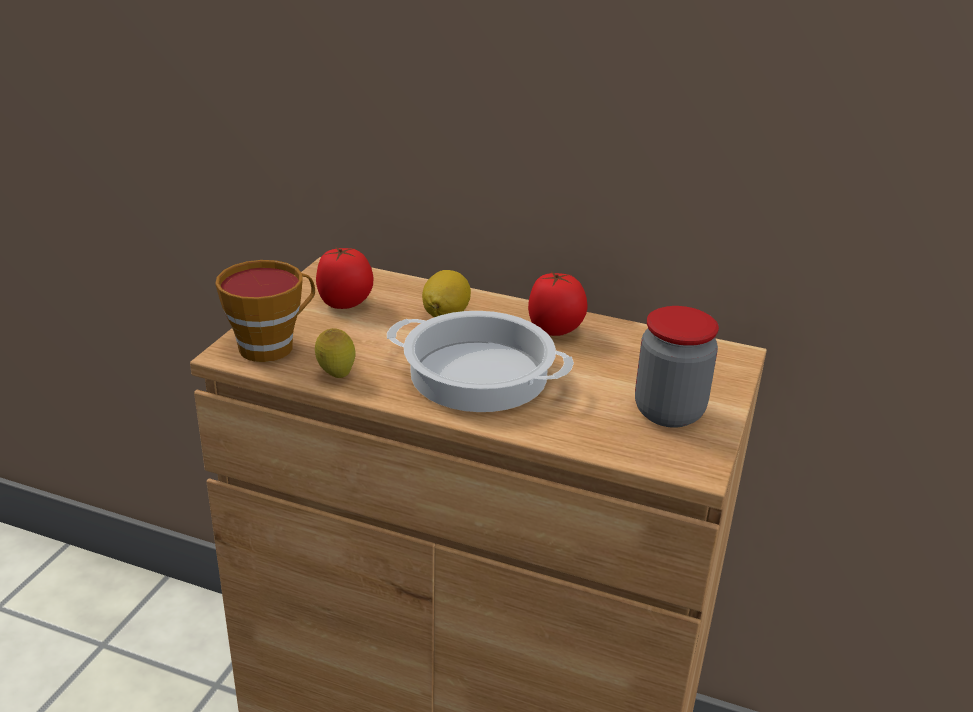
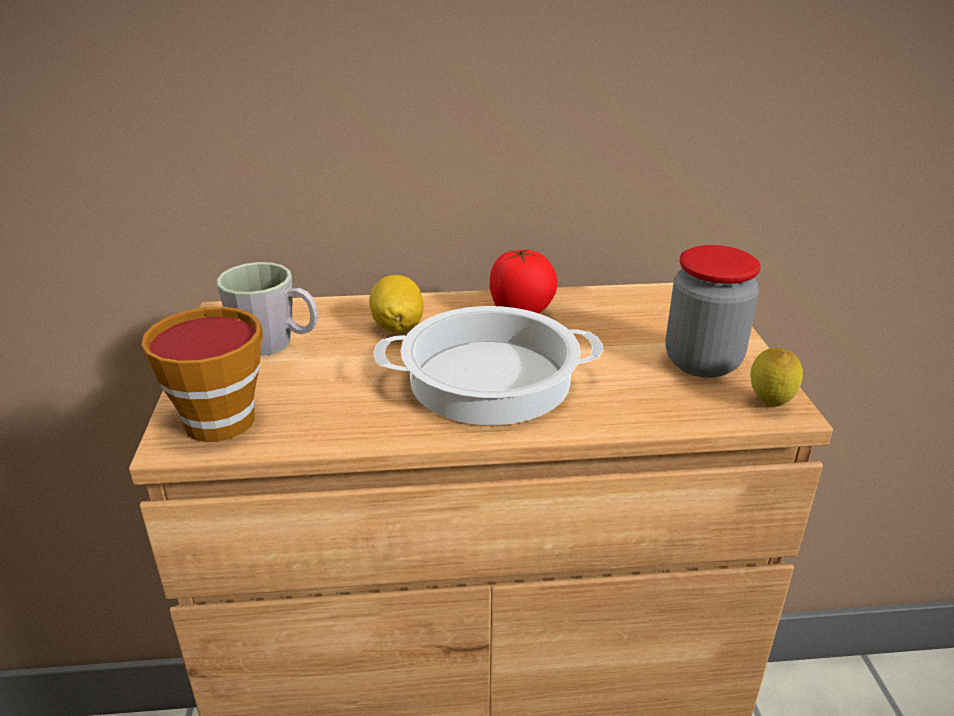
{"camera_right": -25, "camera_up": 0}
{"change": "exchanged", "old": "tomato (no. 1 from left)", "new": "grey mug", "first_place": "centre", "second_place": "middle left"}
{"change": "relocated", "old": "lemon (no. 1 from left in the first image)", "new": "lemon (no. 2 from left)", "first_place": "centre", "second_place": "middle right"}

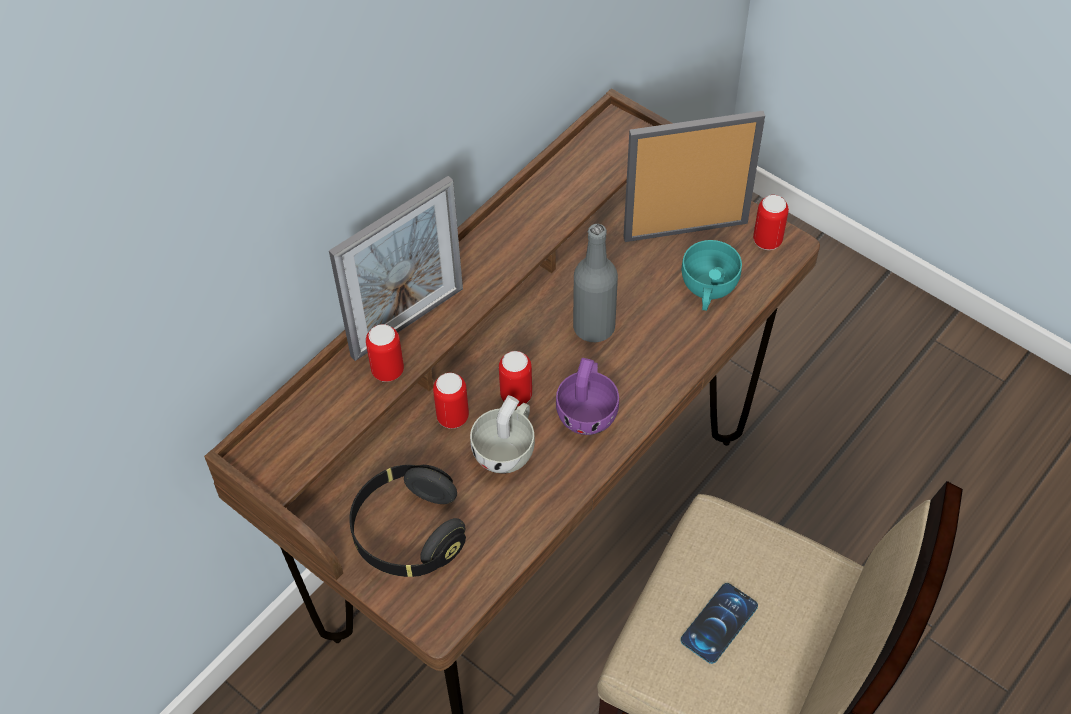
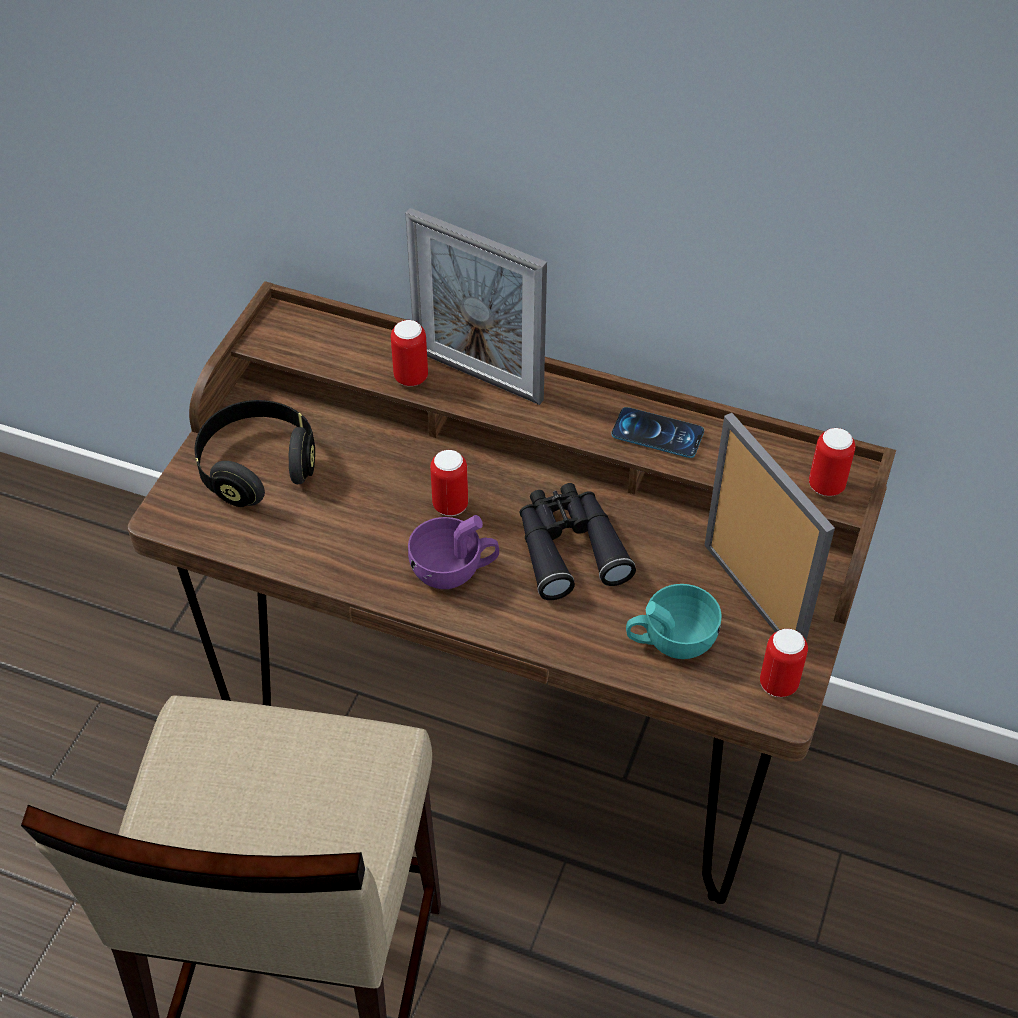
{"camera_right": 70, "camera_up": -5}
{"change": "exchanged", "old": "grey bottle", "new": "black binoculars", "first_place": "centre", "second_place": "centre"}
{"change": "relocated", "old": "phone", "first_place": "bottom right", "second_place": "centre"}
{"change": "relocated", "old": "can (no. 2 from left in the first image)", "new": "can (no. 4 from left)", "first_place": "centre", "second_place": "middle right"}
{"change": "missing", "old": "white cup", "first_place": "centre"}

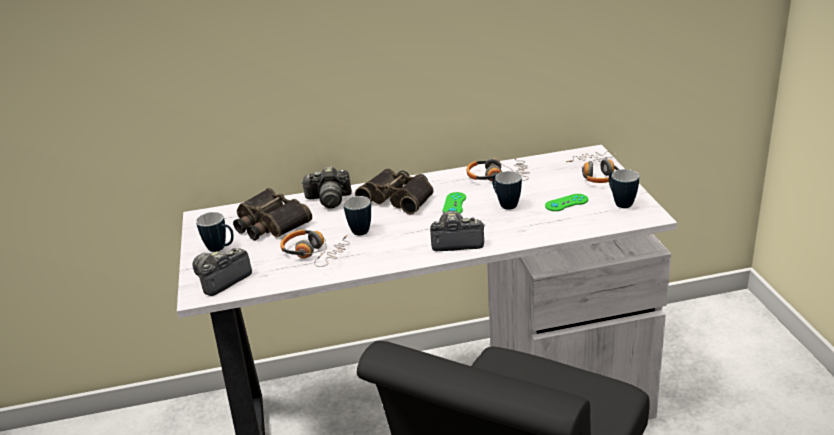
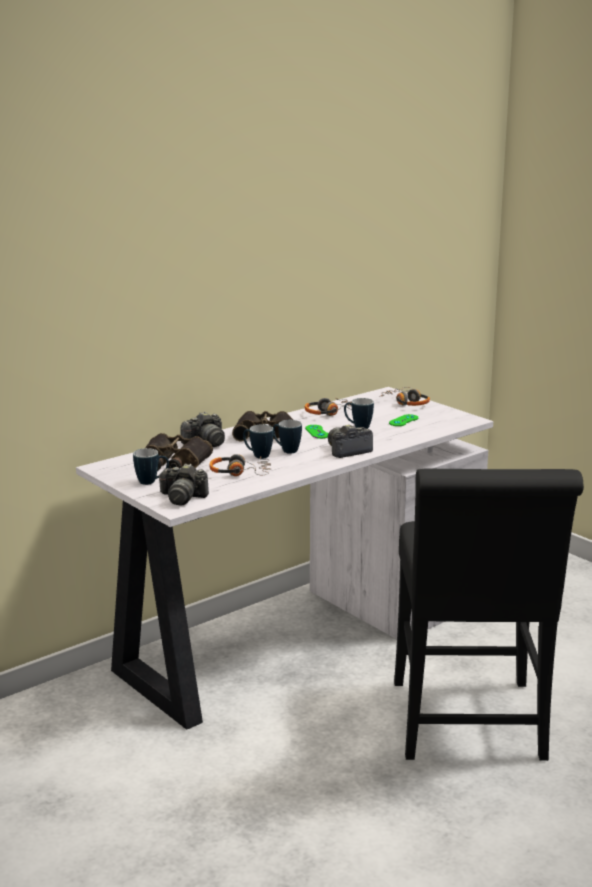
{"camera_right": -30, "camera_up": -10}
{"change": "spun", "old": "photo camera (no. 1 from left)", "first_place": "middle left", "second_place": "middle left", "degrees": -90}
{"change": "relocated", "old": "mug (no. 4 from left in the first image)", "new": "mug (no. 3 from left)", "first_place": "middle right", "second_place": "centre"}

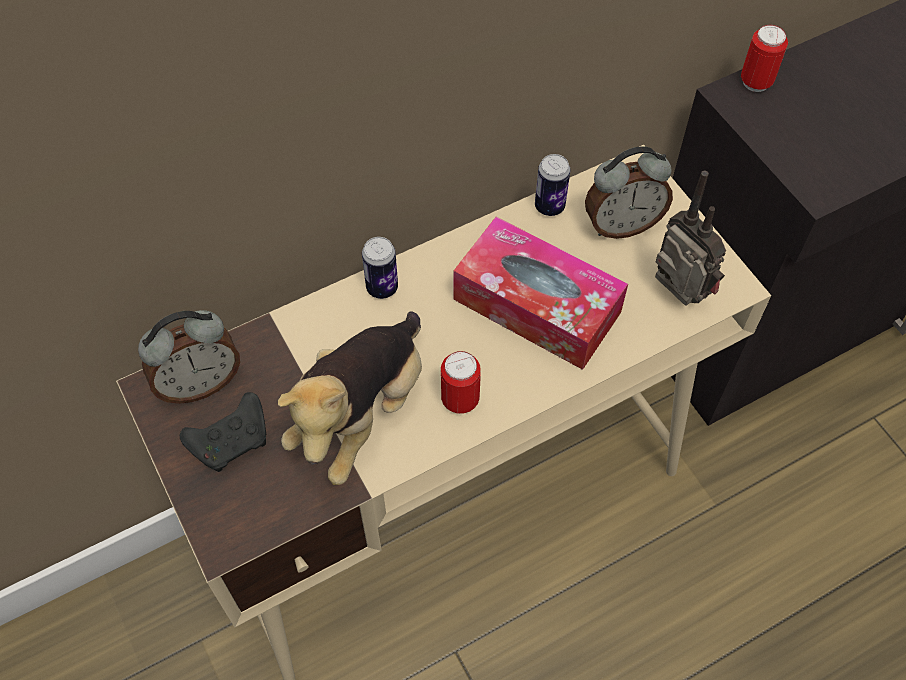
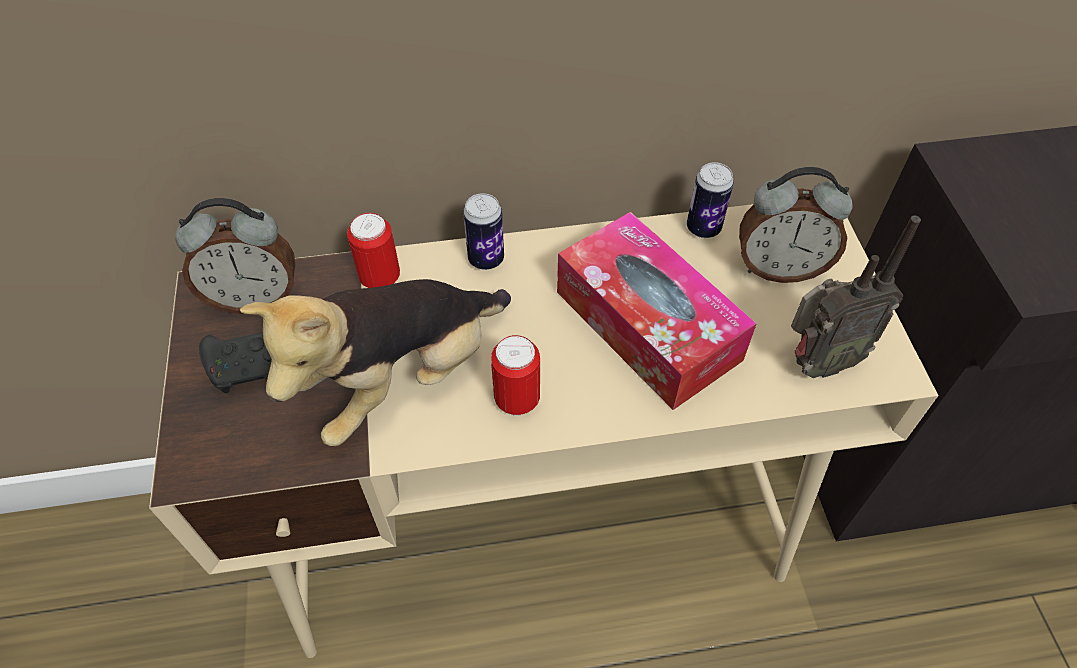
{"camera_right": 20, "camera_up": -5}
{"change": "relocated", "old": "can (no. 4 from left in the first image)", "new": "can (no. 1 from left)", "first_place": "top right", "second_place": "centre"}
{"change": "spun", "old": "radio", "first_place": "middle right", "second_place": "middle right", "degrees": 90}

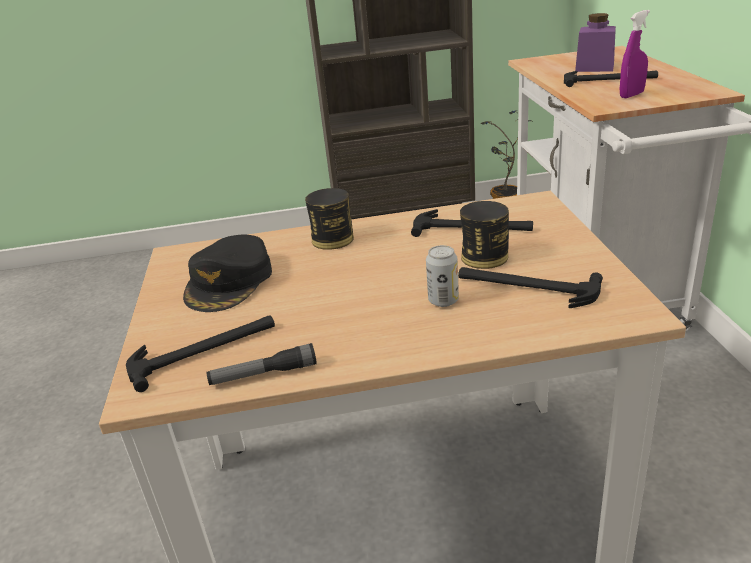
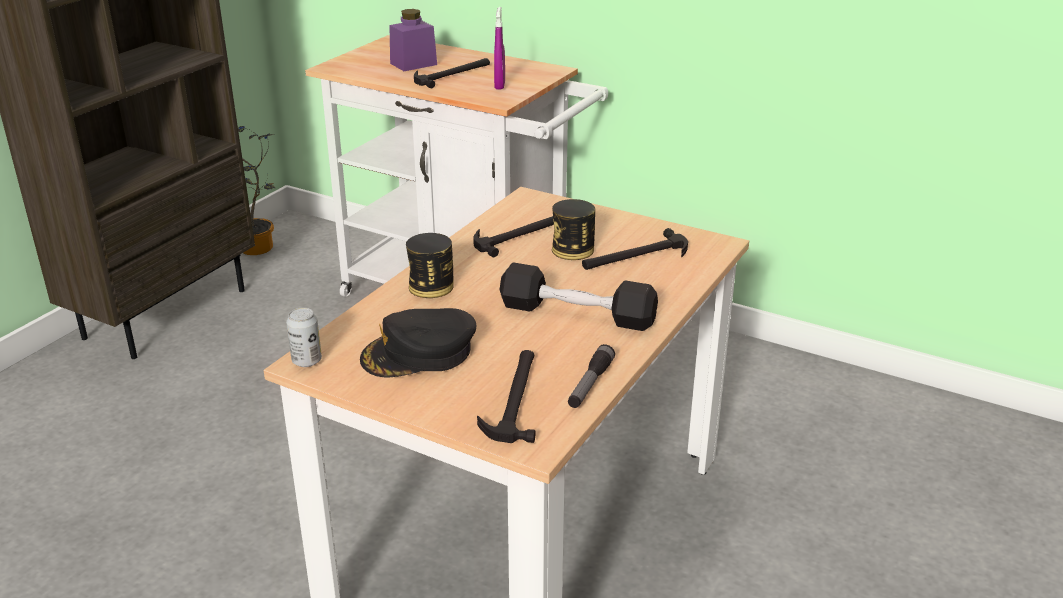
{"camera_right": -55, "camera_up": 0}
{"change": "relocated", "old": "can (no. 2 from left in the first image)", "new": "can (no. 1 from left)", "first_place": "centre", "second_place": "middle left"}
{"change": "spun", "old": "black cap", "first_place": "middle left", "second_place": "centre", "degrees": 105}
{"change": "appeared", "new": "black dumbbell", "second_place": "centre"}

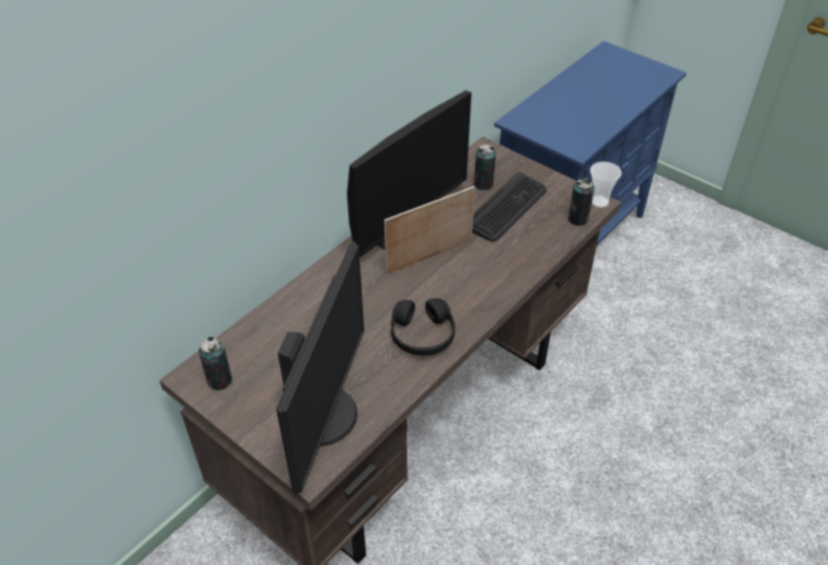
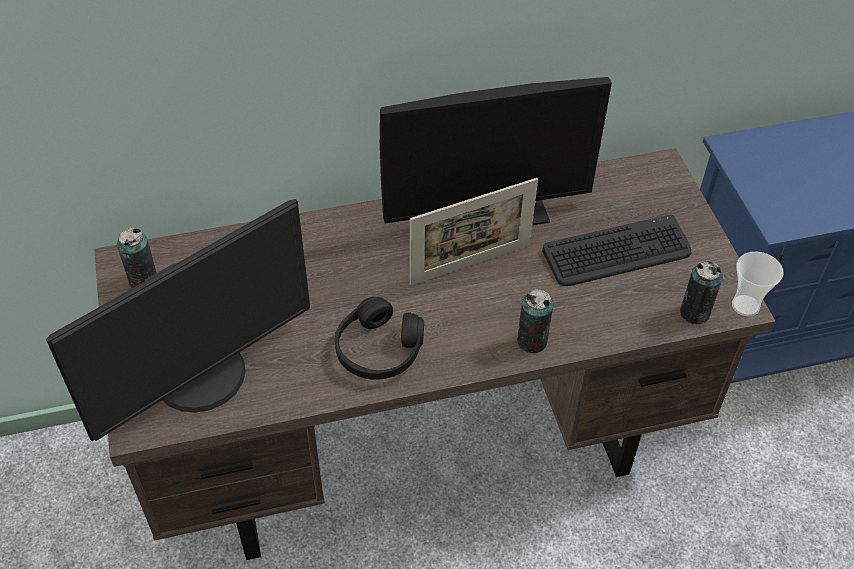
{"camera_right": 35, "camera_up": 5}
{"change": "spun", "old": "picture frame", "first_place": "centre", "second_place": "centre", "degrees": 150}
{"change": "relocated", "old": "can (no. 2 from left)", "first_place": "top centre", "second_place": "centre"}

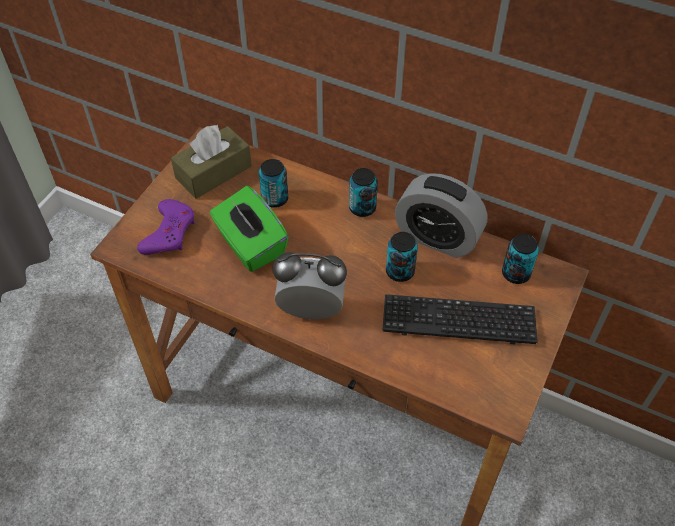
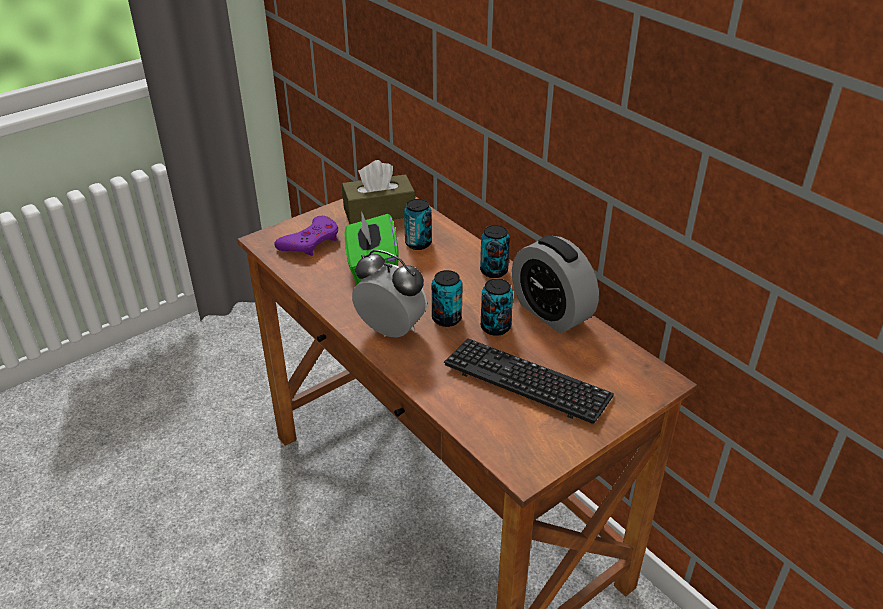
{"camera_right": 25, "camera_up": -15}
{"change": "relocated", "old": "can (no. 4 from left in the first image)", "new": "can (no. 2 from left)", "first_place": "middle right", "second_place": "centre"}

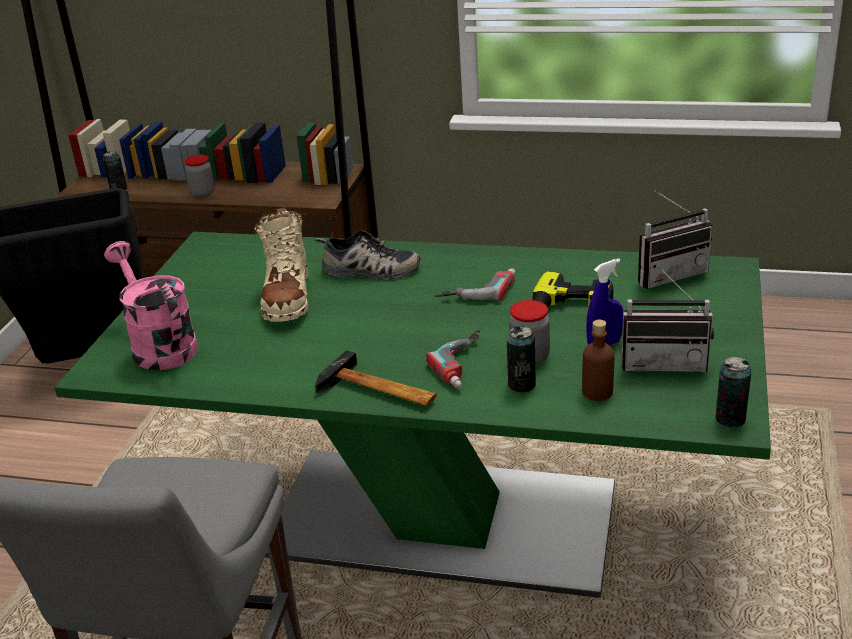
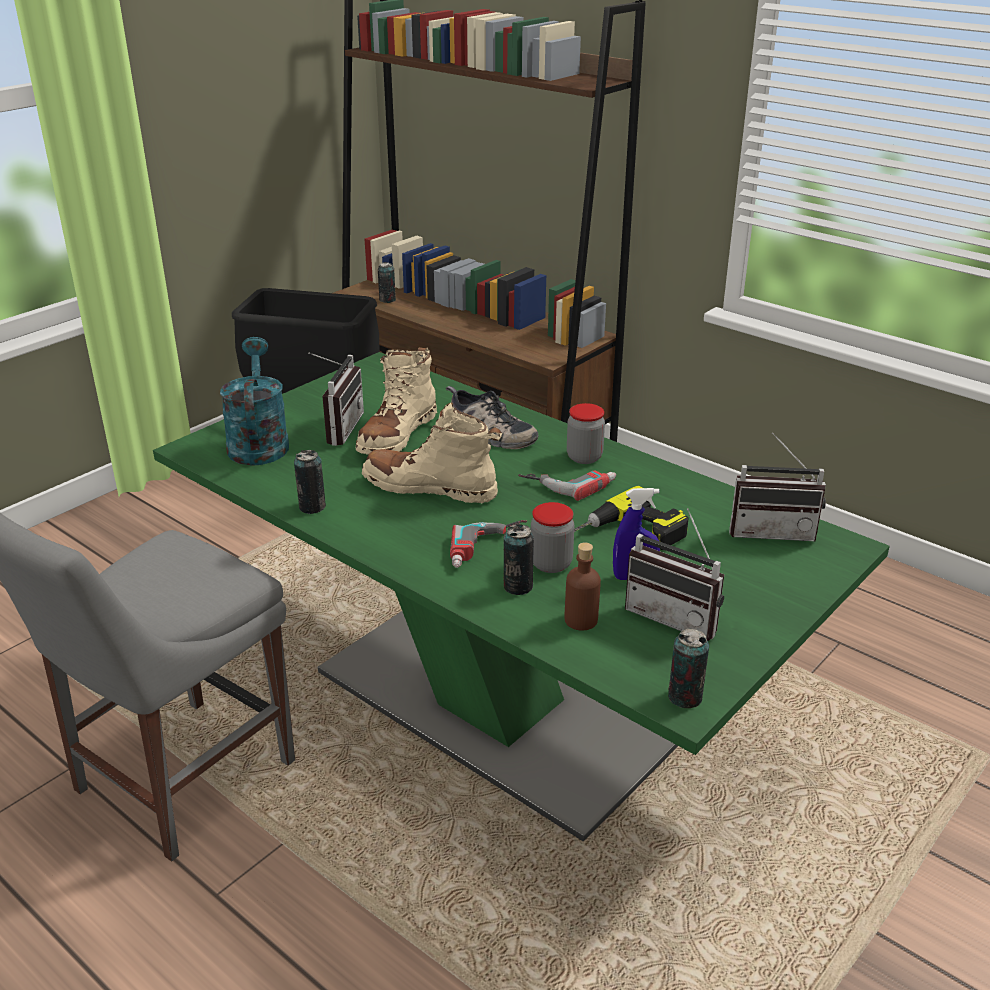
{"camera_right": 25, "camera_up": 0}
{"change": "colour", "old": "pink watering can", "new": "turquoise watering can", "first_place": "middle left", "second_place": "middle left"}
{"change": "appeared", "new": "can (no. 1 from left)", "second_place": "middle left"}
{"change": "appeared", "new": "radio (no. 1 from left)", "second_place": "centre"}
{"change": "appeared", "new": "beige boot (no. 2 from left)", "second_place": "centre"}
{"change": "relocated", "old": "jar (no. 1 from left in the first image)", "new": "jar (no. 2 from left)", "first_place": "top left", "second_place": "centre"}
{"change": "missing", "old": "hammer", "first_place": "centre"}

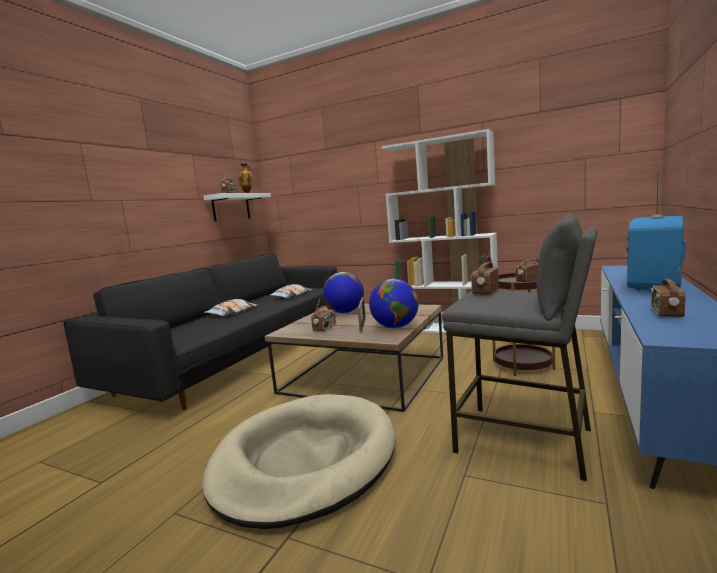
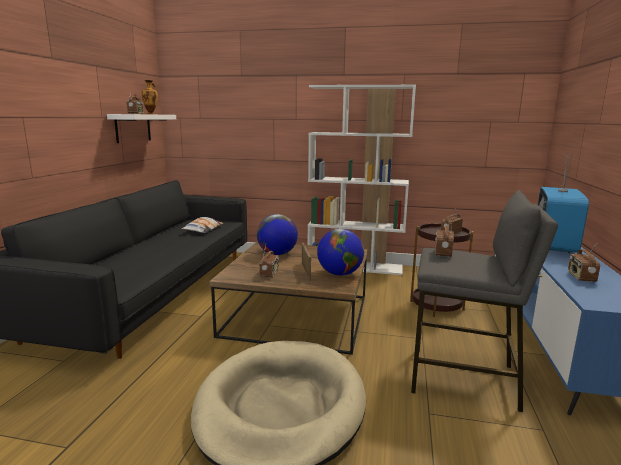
{"camera_right": -15, "camera_up": 5}
{"change": "missing", "old": "pillow (no. 1 from left)", "first_place": "middle left"}

